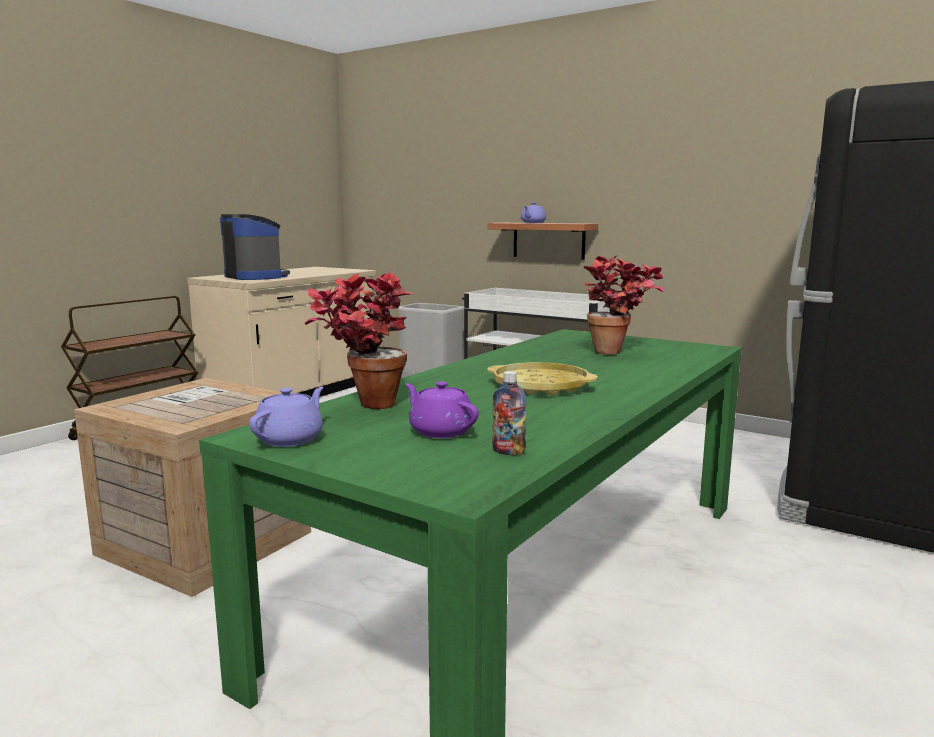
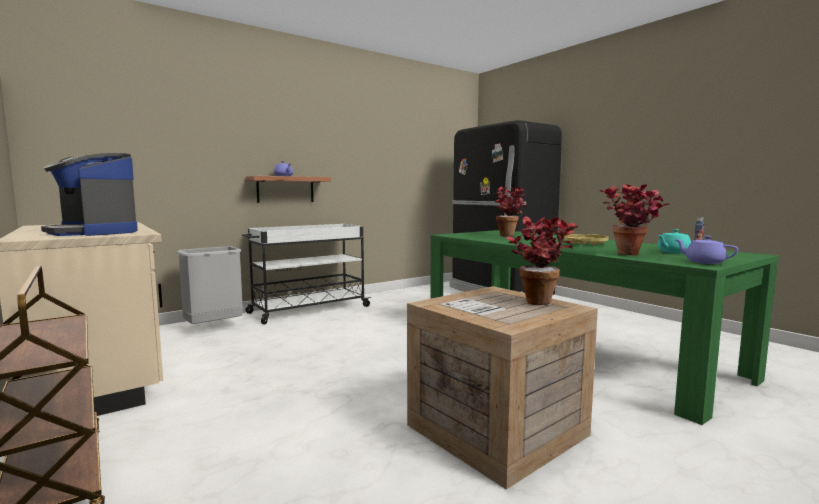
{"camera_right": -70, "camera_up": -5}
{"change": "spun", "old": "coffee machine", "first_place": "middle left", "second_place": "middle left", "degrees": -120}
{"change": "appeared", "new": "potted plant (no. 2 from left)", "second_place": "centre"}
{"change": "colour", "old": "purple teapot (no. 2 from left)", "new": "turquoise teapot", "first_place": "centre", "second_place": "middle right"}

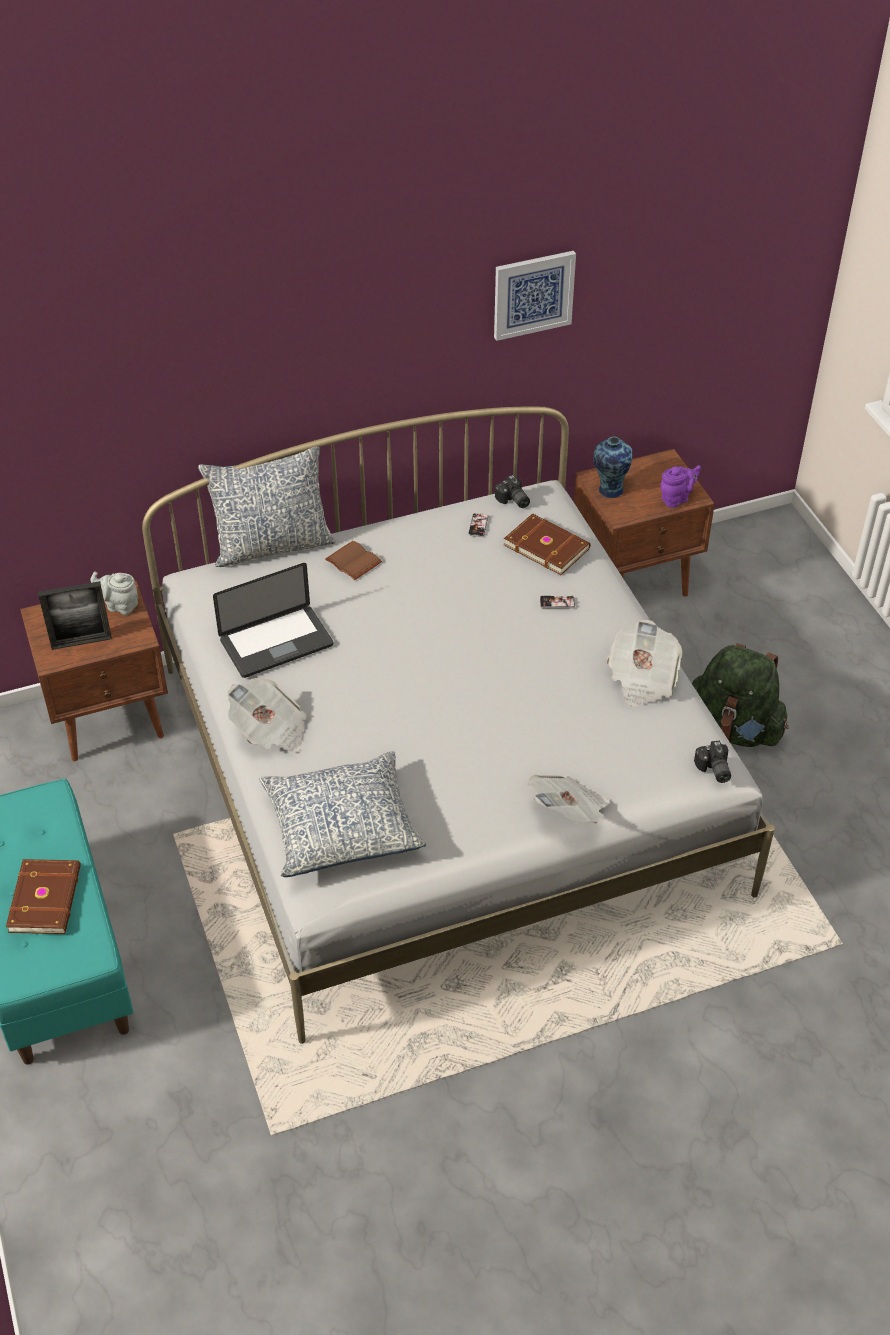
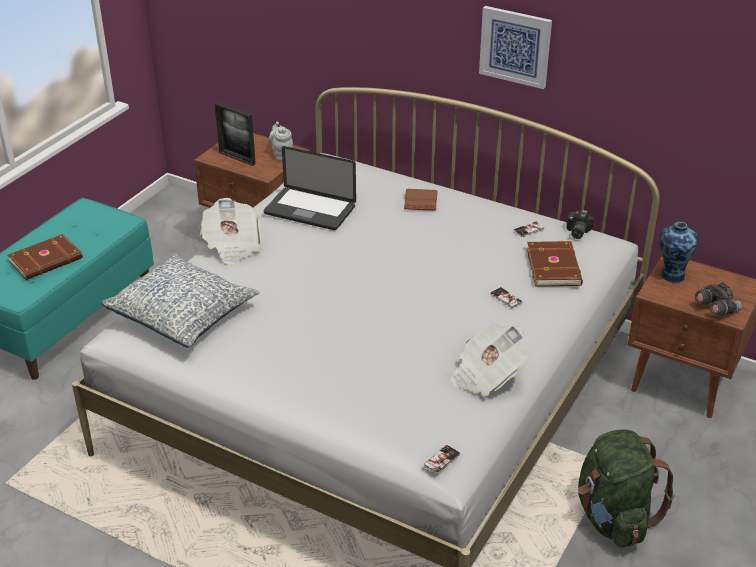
{"camera_right": 50, "camera_up": -10}
{"change": "exchanged", "old": "photo camera (no. 2 from left)", "new": "phone (no. 1 from left)", "first_place": "middle right", "second_place": "bottom centre"}
{"change": "relocated", "old": "picture", "first_place": "top centre", "second_place": "top right"}
{"change": "exchanged", "old": "purple teapot", "new": "grey binoculars", "first_place": "middle right", "second_place": "middle right"}
{"change": "missing", "old": "pillow (no. 1 from left)", "first_place": "middle left"}
{"change": "missing", "old": "newspaper (no. 2 from left)", "first_place": "centre"}

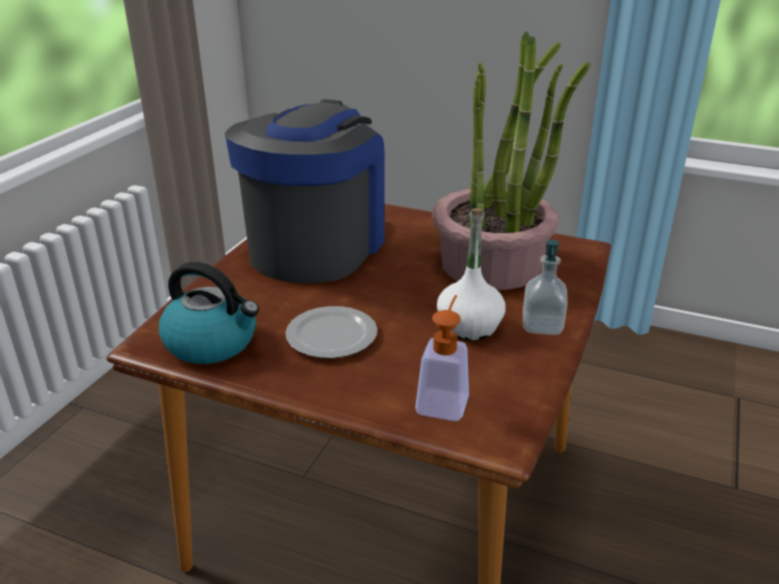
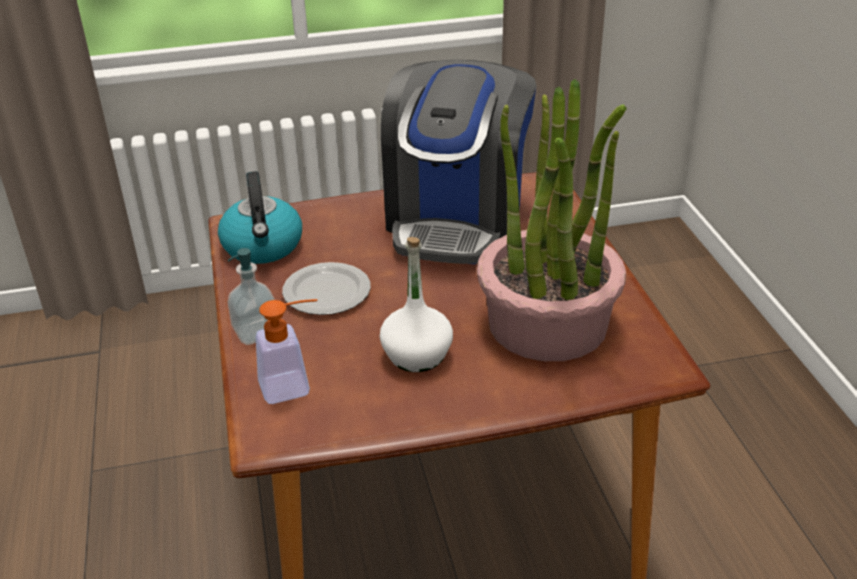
{"camera_right": 55, "camera_up": 5}
{"change": "relocated", "old": "soap dispenser (no. 2 from left in the first image)", "new": "soap dispenser (no. 1 from left)", "first_place": "middle right", "second_place": "middle left"}
{"change": "spun", "old": "coffee machine", "first_place": "top centre", "second_place": "top centre", "degrees": 120}

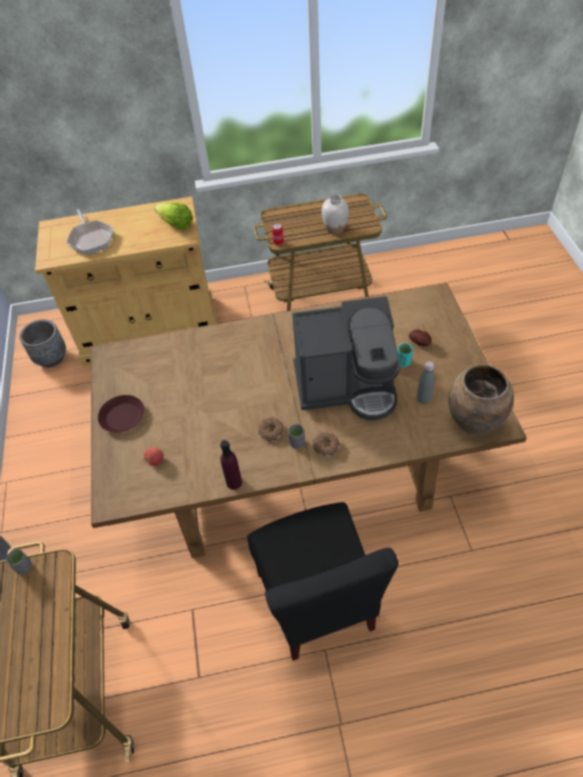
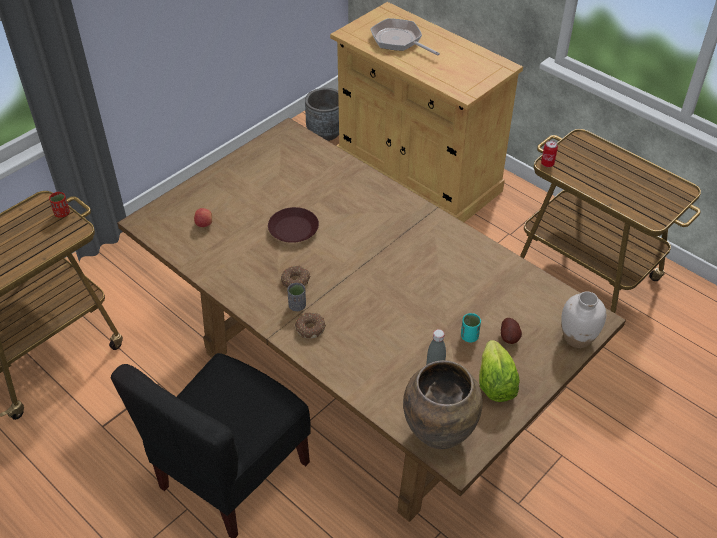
{"camera_right": 50, "camera_up": -5}
{"change": "colour", "old": "grey cup (no. 1 from left)", "new": "red cup", "first_place": "bottom left", "second_place": "middle left"}
{"change": "relocated", "old": "brown plate", "first_place": "middle left", "second_place": "centre"}
{"change": "spun", "old": "frying pan", "first_place": "top left", "second_place": "top centre", "degrees": 105}
{"change": "relocated", "old": "lettuce", "first_place": "top left", "second_place": "bottom right"}
{"change": "relocated", "old": "white vase", "first_place": "top centre", "second_place": "middle right"}
{"change": "missing", "old": "purple bottle", "first_place": "centre"}
{"change": "missing", "old": "coffee machine", "first_place": "centre"}

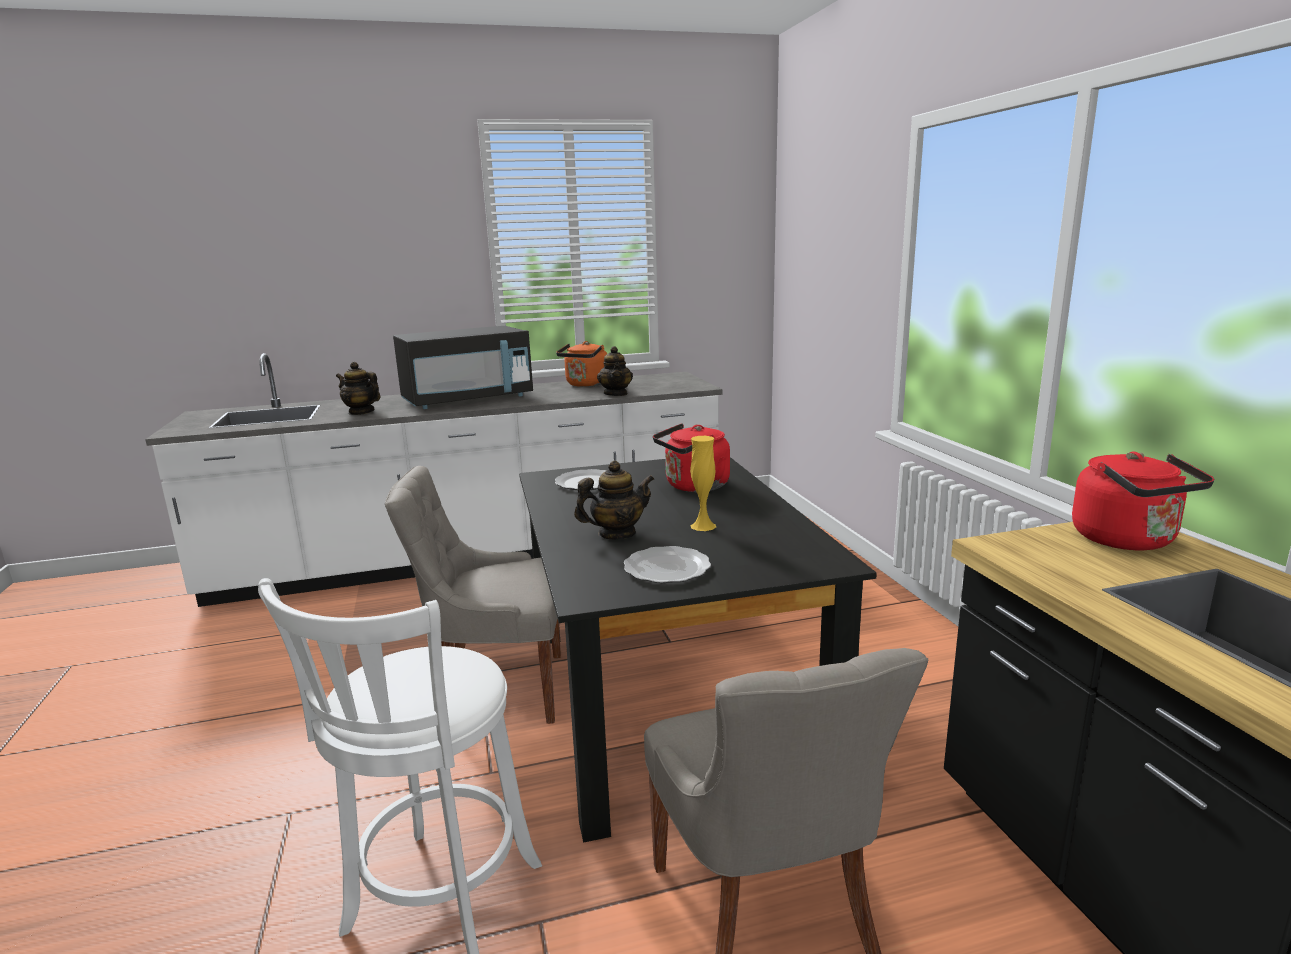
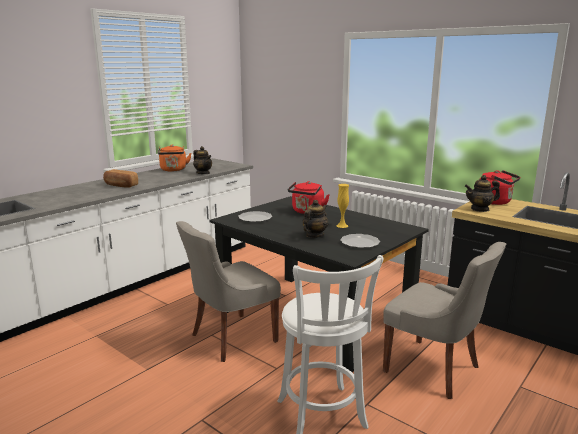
{"camera_right": -35, "camera_up": 0}
{"change": "exchanged", "old": "black microwave", "new": "bread", "first_place": "centre", "second_place": "middle left"}
{"change": "relocated", "old": "teapot (no. 1 from left in the first image)", "new": "teapot (no. 3 from left)", "first_place": "middle left", "second_place": "middle right"}

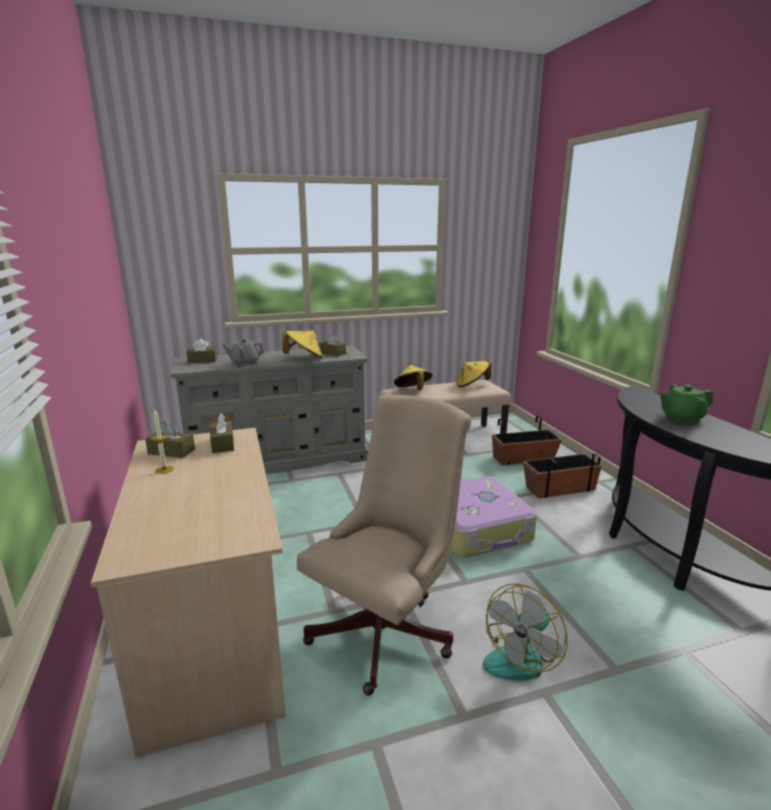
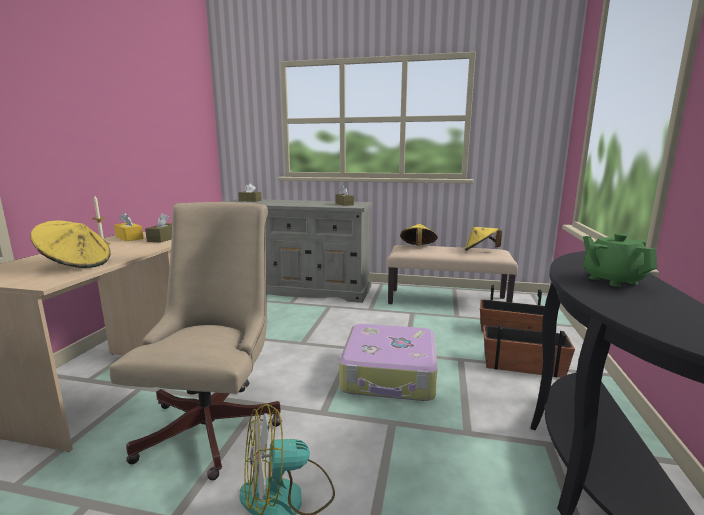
{"camera_right": 30, "camera_up": -5}
{"change": "relocated", "old": "yellow hat (no. 1 from left)", "first_place": "centre", "second_place": "middle left"}
{"change": "spun", "old": "beige office chair", "first_place": "bottom centre", "second_place": "middle left", "degrees": -60}
{"change": "colour", "old": "brown tissue box (no. 1 from left)", "new": "yellow tissue box", "first_place": "middle left", "second_place": "middle left"}
{"change": "spun", "old": "green teapot", "first_place": "middle right", "second_place": "middle right", "degrees": 45}
{"change": "missing", "old": "grey teapot", "first_place": "middle left"}

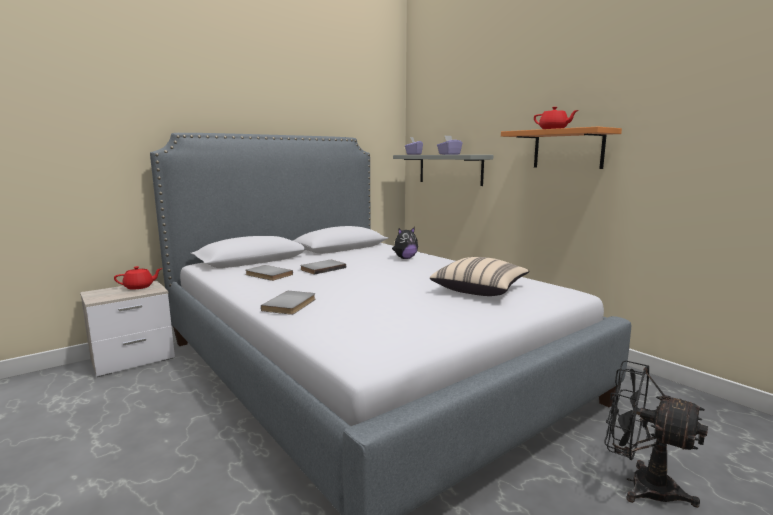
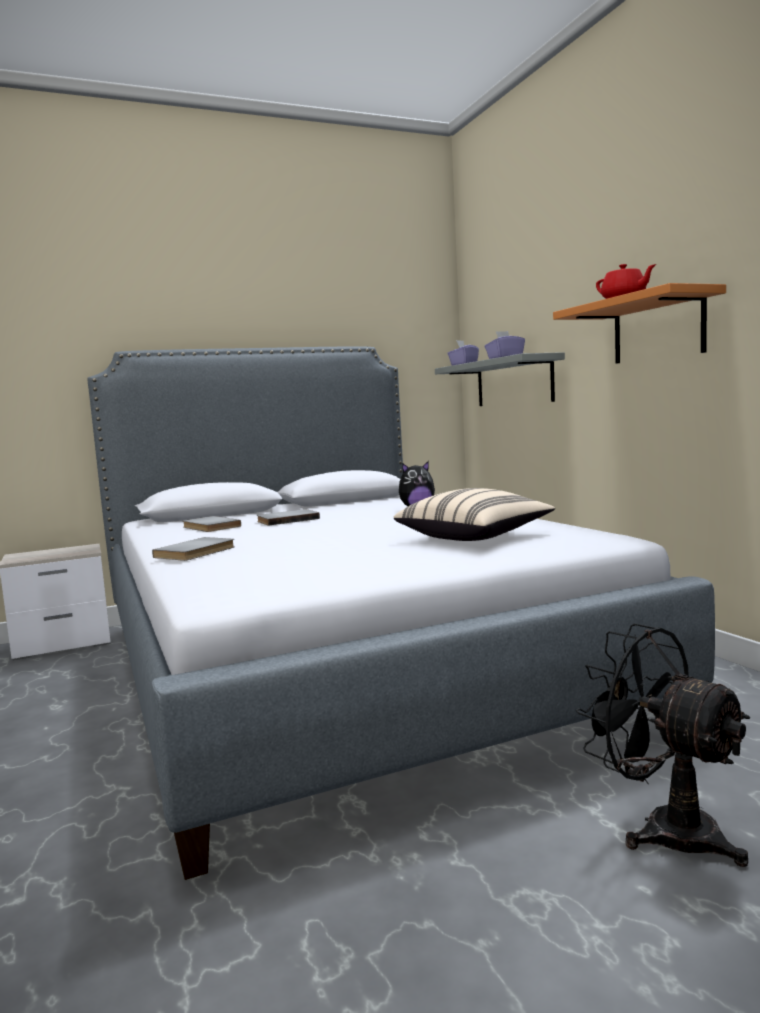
{"camera_right": 15, "camera_up": -5}
{"change": "missing", "old": "red teapot (no. 1 from left)", "first_place": "middle left"}

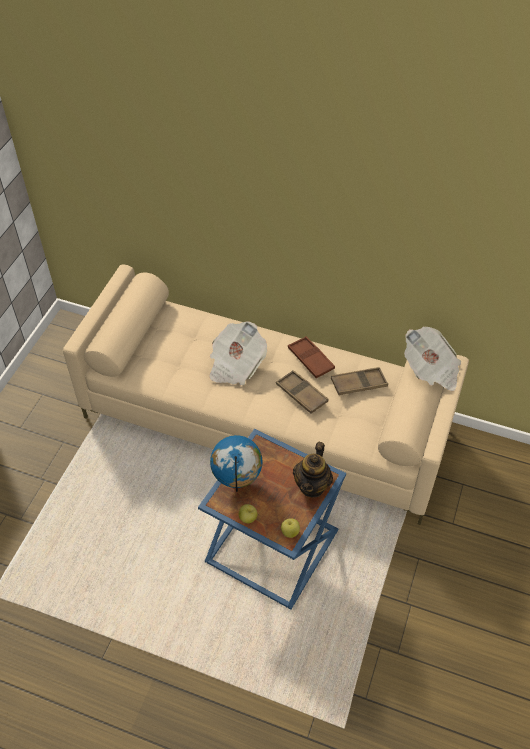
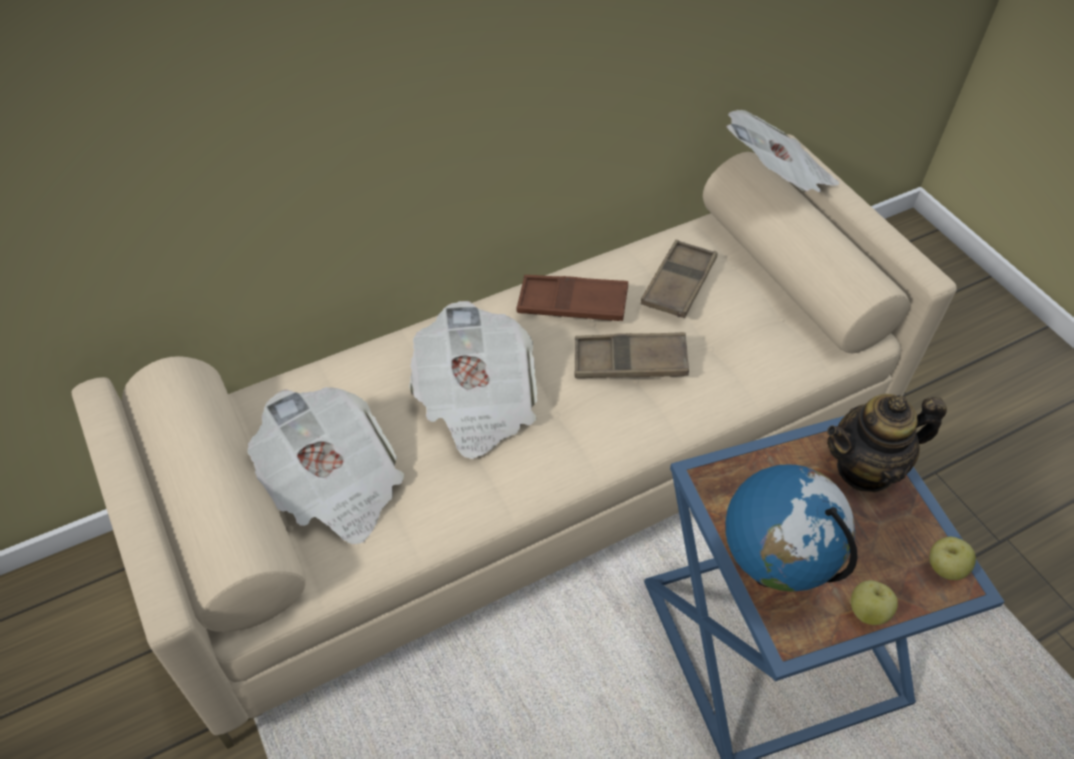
{"camera_right": -50, "camera_up": 0}
{"change": "appeared", "new": "newspaper (no. 1 from left)", "second_place": "middle left"}
{"change": "spun", "old": "teapot", "first_place": "centre", "second_place": "middle right", "degrees": 105}

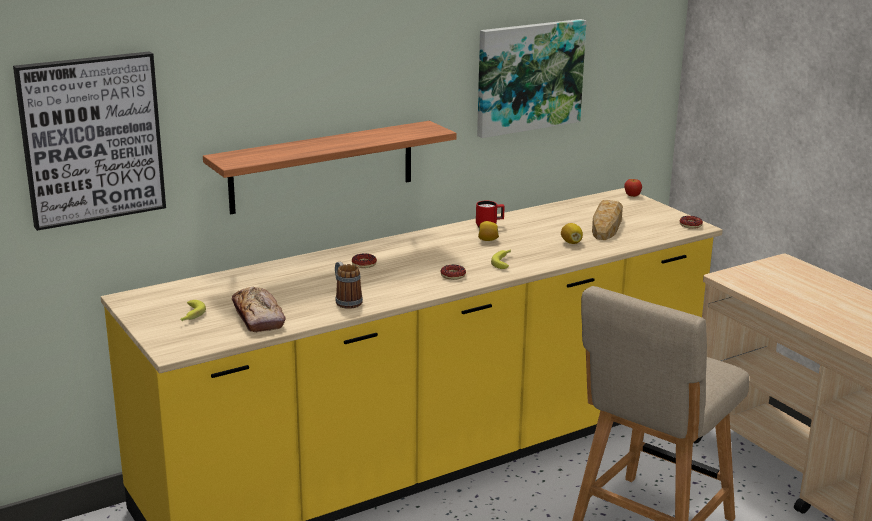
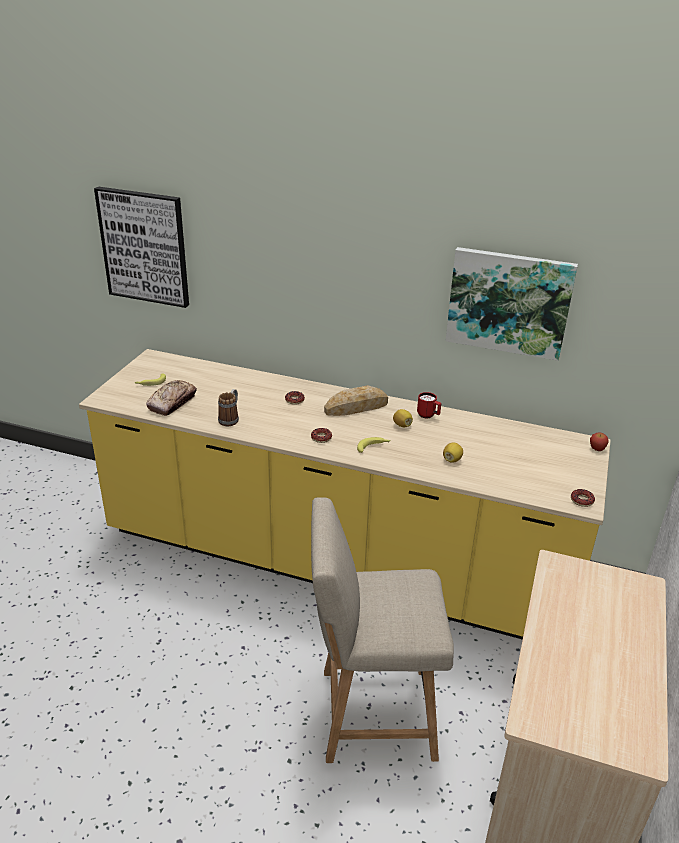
{"camera_right": 50, "camera_up": 10}
{"change": "relocated", "old": "bread (no. 2 from left)", "first_place": "middle right", "second_place": "centre"}
{"change": "missing", "old": "shelf", "first_place": "top centre"}

